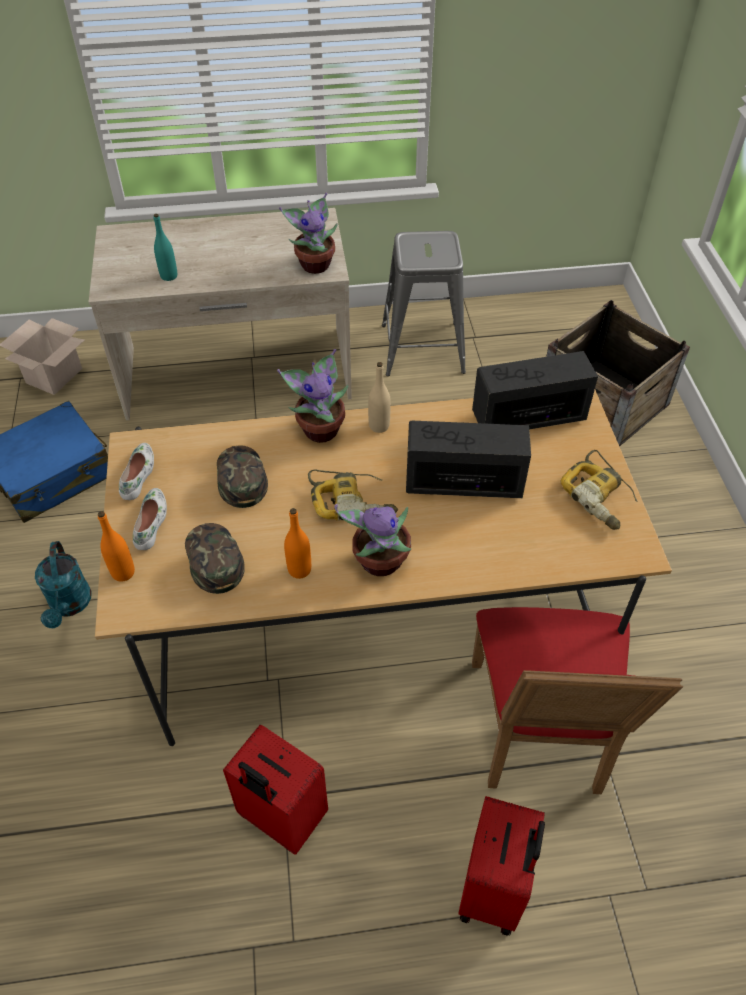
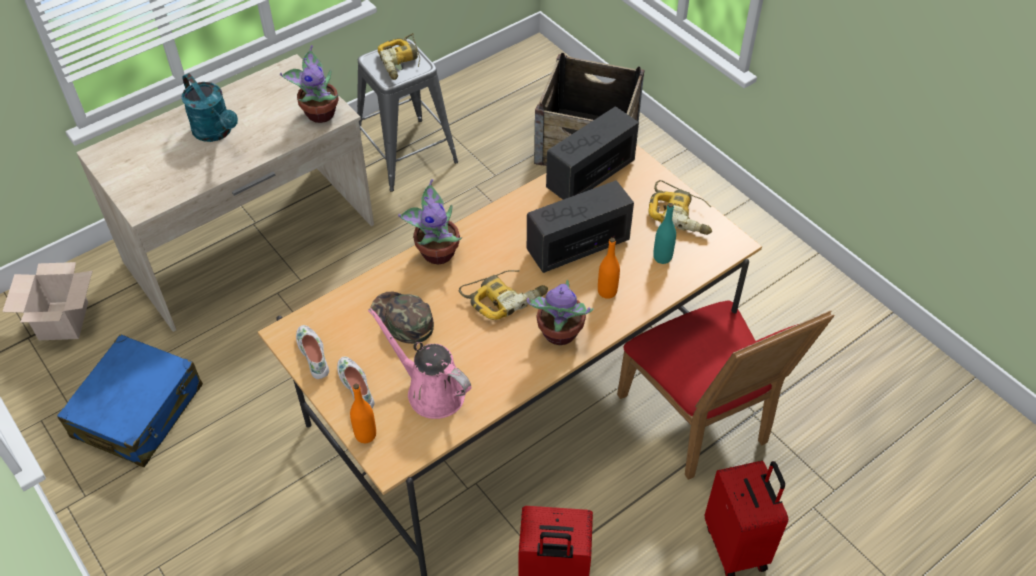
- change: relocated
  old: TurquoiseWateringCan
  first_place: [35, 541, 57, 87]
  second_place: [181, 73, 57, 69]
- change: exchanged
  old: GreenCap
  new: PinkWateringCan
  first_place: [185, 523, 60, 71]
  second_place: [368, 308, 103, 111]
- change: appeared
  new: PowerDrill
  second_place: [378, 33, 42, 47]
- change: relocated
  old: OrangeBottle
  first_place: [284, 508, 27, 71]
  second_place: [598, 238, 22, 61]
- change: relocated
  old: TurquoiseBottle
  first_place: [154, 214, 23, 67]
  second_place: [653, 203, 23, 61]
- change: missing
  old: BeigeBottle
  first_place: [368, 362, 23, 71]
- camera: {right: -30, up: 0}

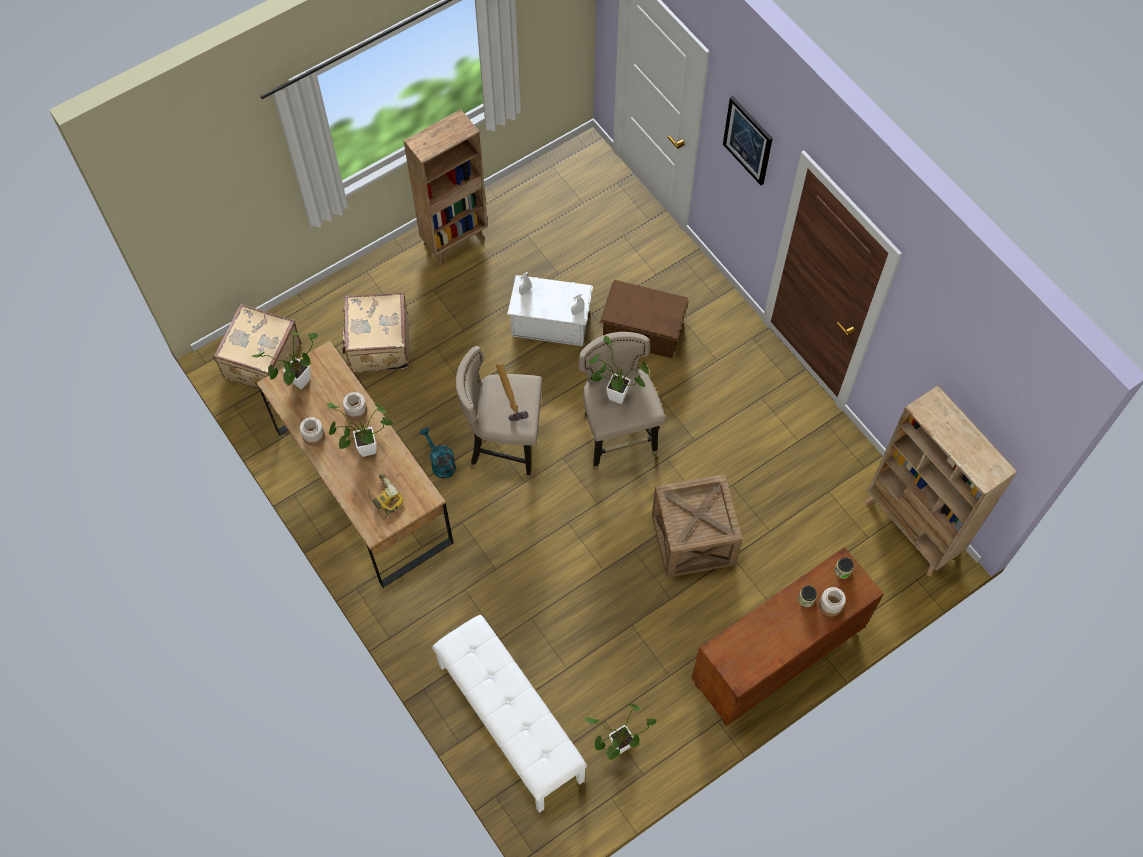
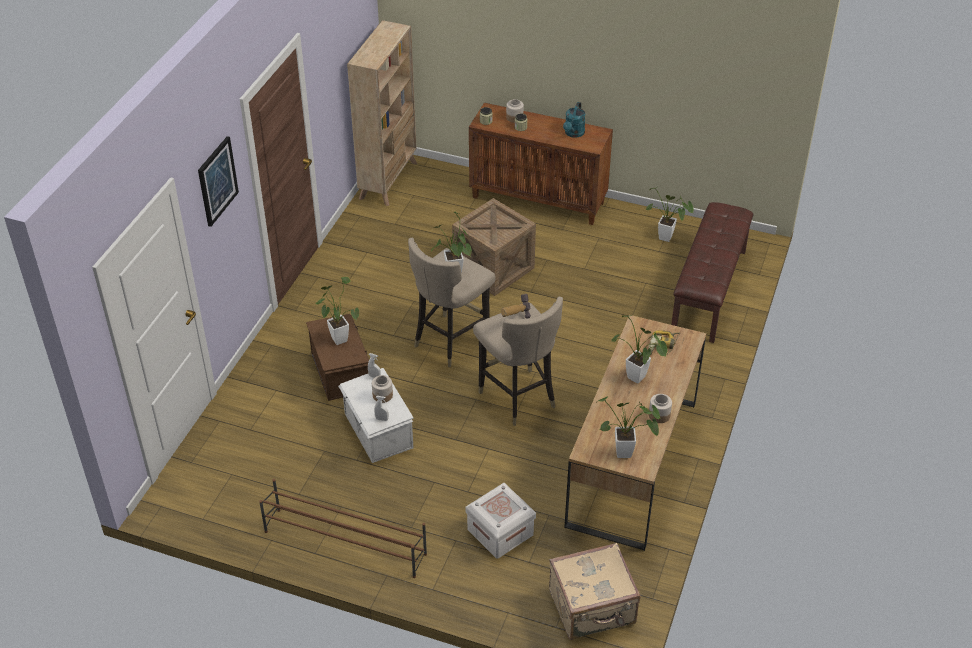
- change: exchanged
  old: BrownBookcase
  new: BrownShoeRack
  first_place: [404, 110, 84, 155]
  second_place: [259, 479, 168, 99]
- change: appeared
  new: PottedPlant
  second_place: [315, 277, 44, 68]
- change: relocated
  old: Jar
  first_place: [343, 392, 24, 29]
  second_place: [372, 375, 21, 28]
- change: exchanged
  old: BeigeSuitcase
  new: WhiteStorageBox
  first_place: [342, 292, 68, 81]
  second_place: [465, 483, 71, 76]
- change: relocated
  old: TurquoiseWateringCan
  first_place: [420, 427, 36, 52]
  second_place: [563, 102, 22, 36]
- change: colour
  old: WhiteBench
  new: BrownBench
  first_place: [432, 615, 155, 198]
  second_place: [671, 202, 82, 141]
- camera: {right: -125, up: -20}

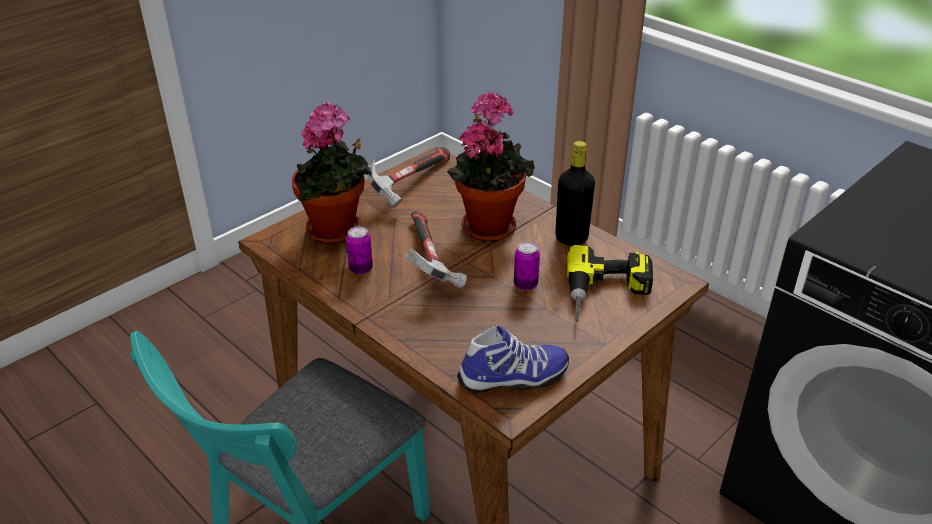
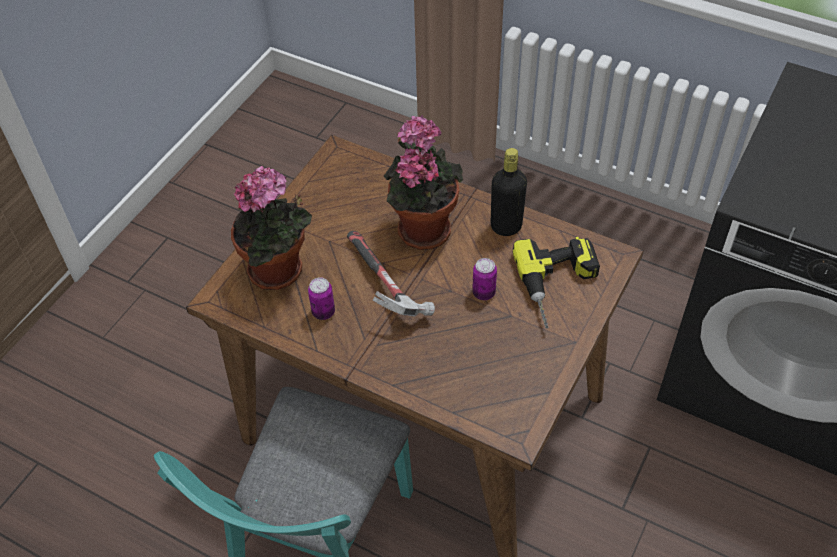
- change: missing
  old: Hammer
  first_place: [368, 147, 82, 61]
- change: missing
  old: Shoe
  first_place: [457, 325, 112, 68]
- camera: {right: -15, up: 15}

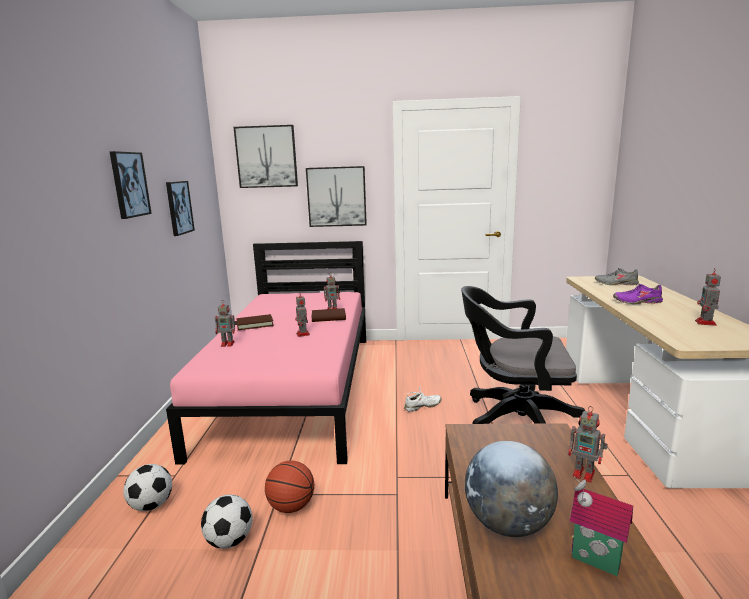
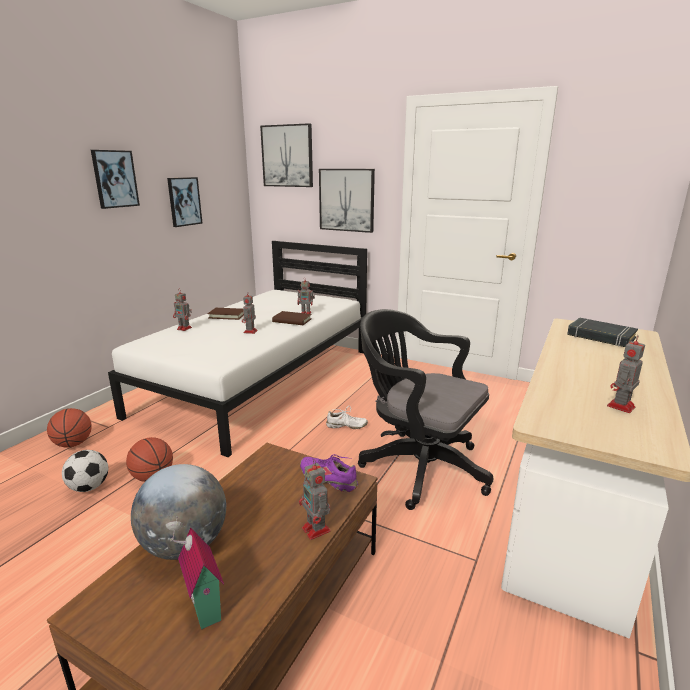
- change: exchanged
  old: Football
  new: Basketball
  first_place: [123, 464, 49, 47]
  second_place: [47, 408, 45, 40]
- change: colour
  old: PinkBed
  new: WhiteBed
  first_place: [166, 241, 200, 223]
  second_place: [108, 241, 259, 216]
- change: relocated
  old: PurpleShoe
  first_place: [613, 284, 50, 20]
  second_place: [300, 454, 58, 38]
- change: exchanged
  old: GreyShoe
  new: BlackBook
  first_place: [595, 268, 44, 17]
  second_place: [567, 318, 71, 29]
- camera: {right: 25, up: 5}

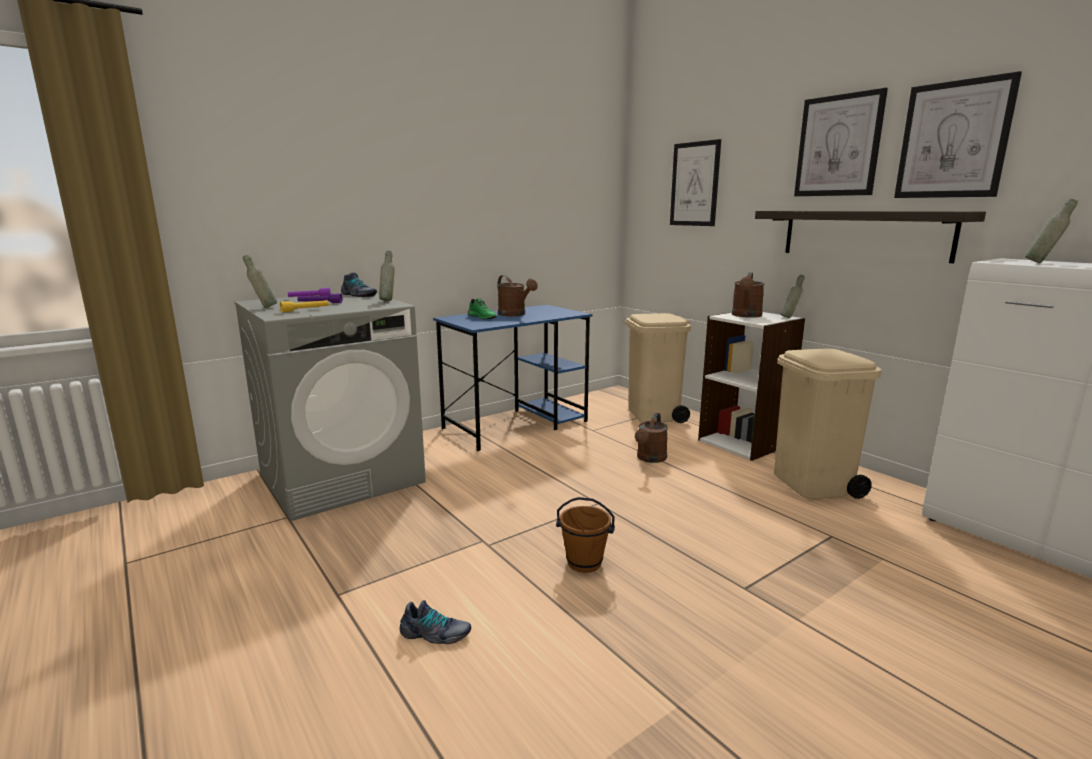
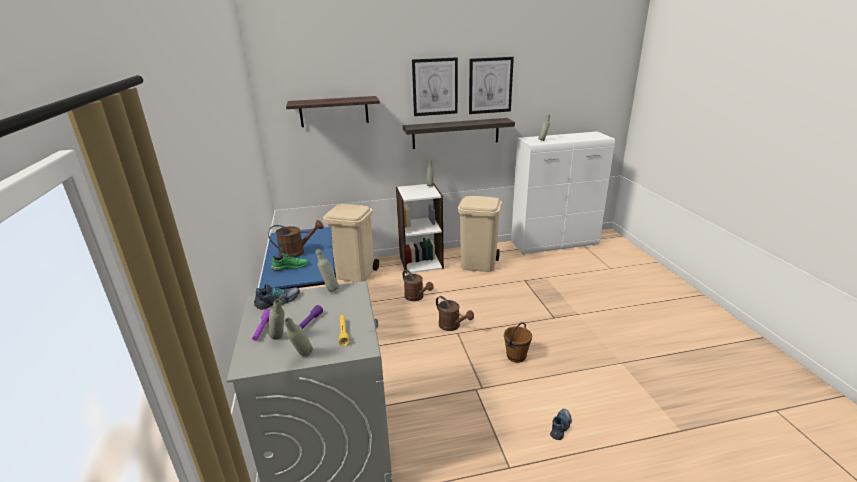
- change: appeared
  new: GreyBottle
  second_place: [269, 299, 16, 41]
- change: exchanged
  old: Picture
  new: Shelf
  first_place: [670, 139, 51, 87]
  second_place: [286, 96, 94, 31]
- change: relocated
  old: BrownWateringCan
  first_place: [732, 272, 33, 46]
  second_place: [436, 296, 38, 35]
- camera: {right: -65, up: 10}

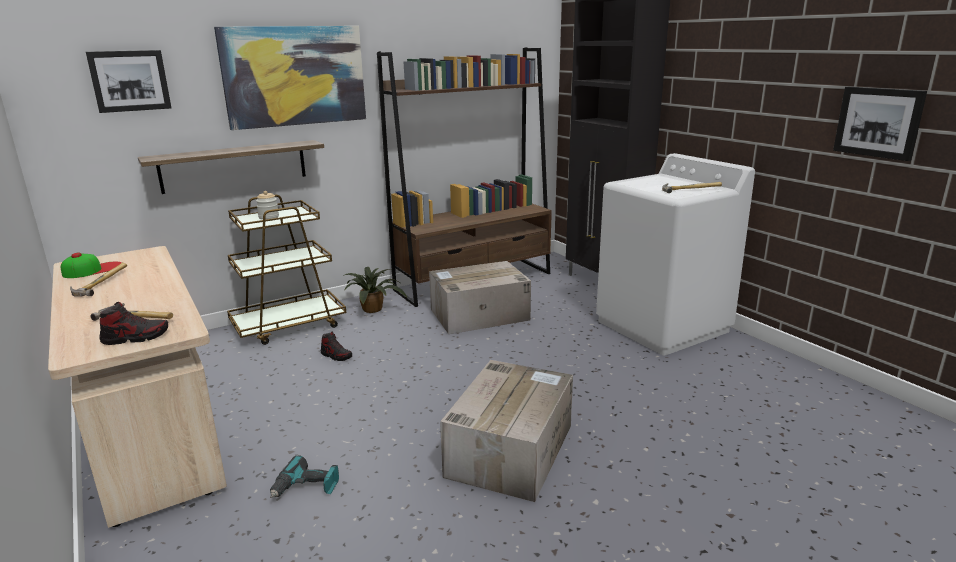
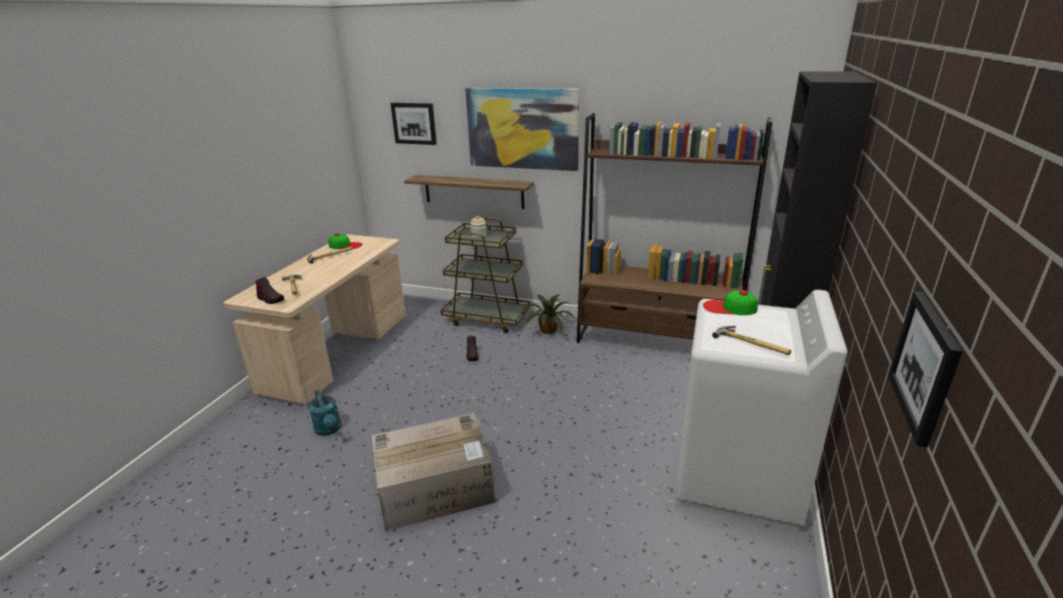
- change: exchanged
  old: PowerDrill
  new: TurquoiseWateringCan
  first_place: [270, 455, 69, 43]
  second_place: [309, 390, 32, 46]
- change: appeared
  new: Cap
  second_place: [703, 290, 55, 25]
- change: missing
  old: CardboardBox
  first_place: [429, 261, 102, 73]
- camera: {right: 50, up: 5}

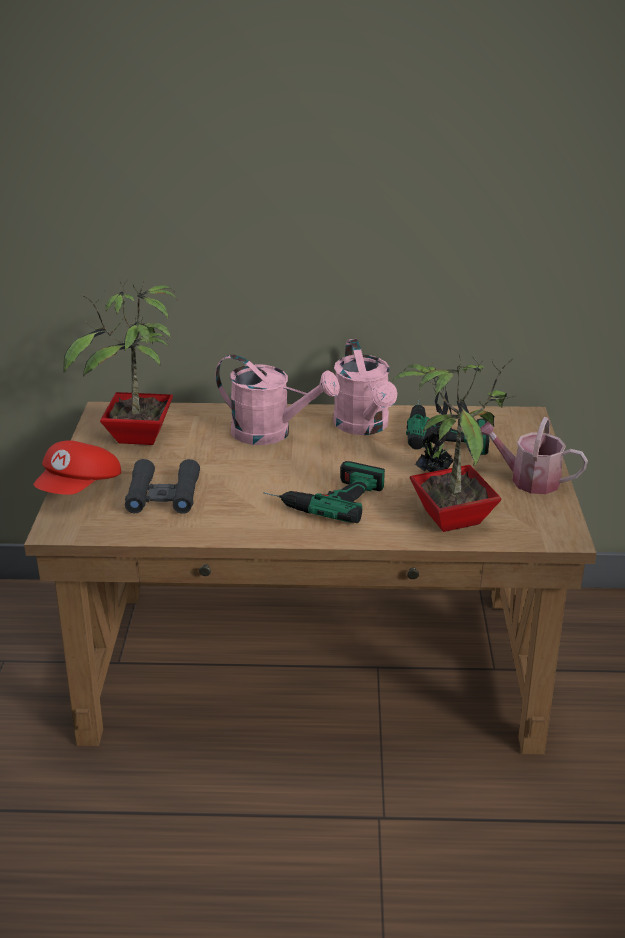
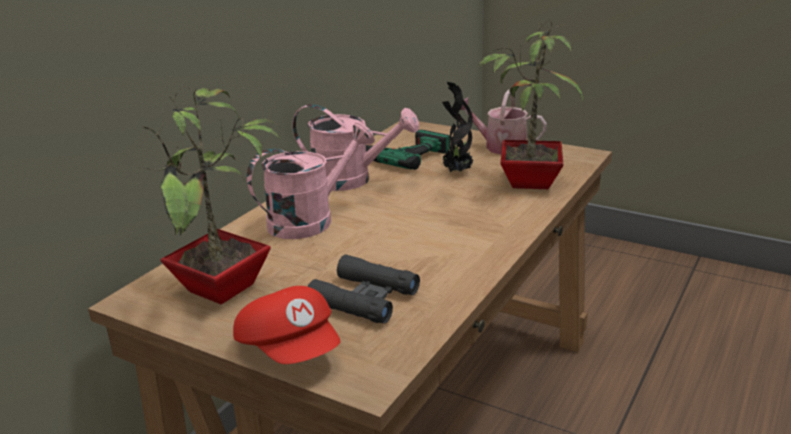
- change: spun
  old: WateringCan
  first_place: [480, 417, 108, 77]
  second_place: [460, 89, 87, 66]
  degrees: 60
- change: missing
  old: PowerDrill
  first_place: [264, 461, 121, 62]
- camera: {right: -60, up: -5}

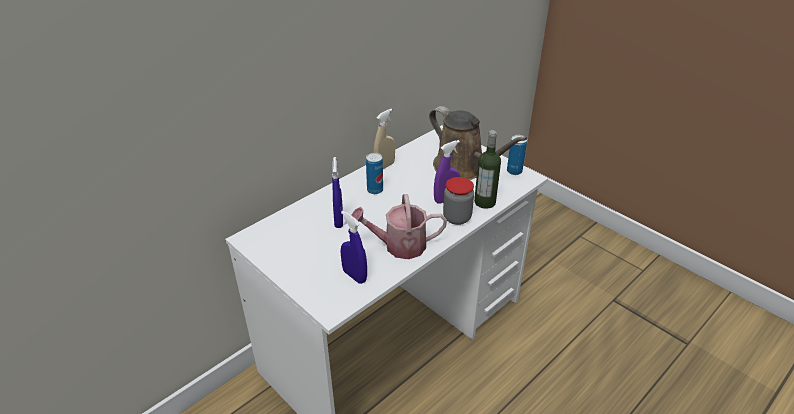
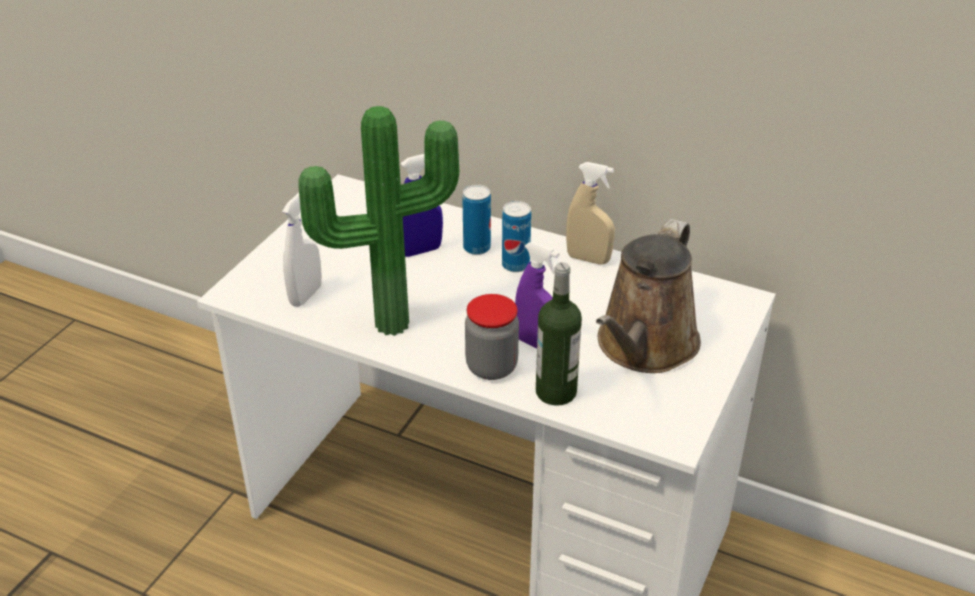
- change: colour
  old: BlueSprayBottle
  new: WhiteSprayBottle
  first_place: [341, 211, 26, 73]
  second_place: [282, 193, 40, 114]
- change: exchanged
  old: WateringCan
  new: PottedPlant
  first_place: [351, 194, 96, 65]
  second_place: [298, 106, 161, 230]
- change: relocated
  old: Can
  first_place: [507, 135, 20, 40]
  second_place: [462, 184, 29, 71]
- camera: {right: 70, up: 0}

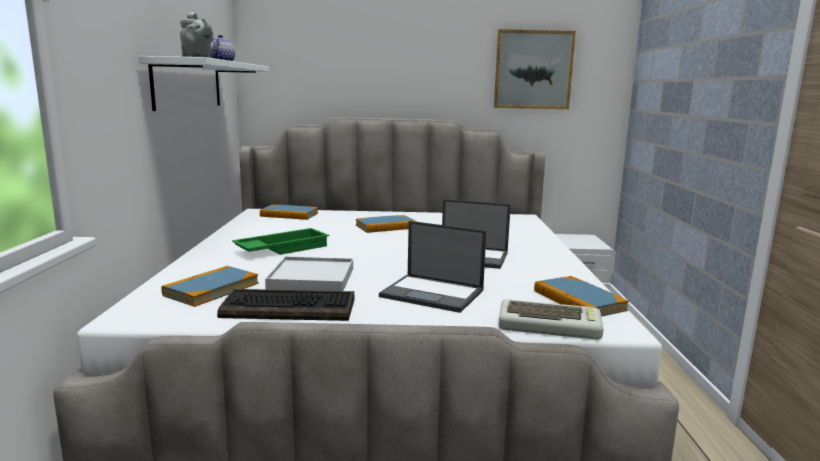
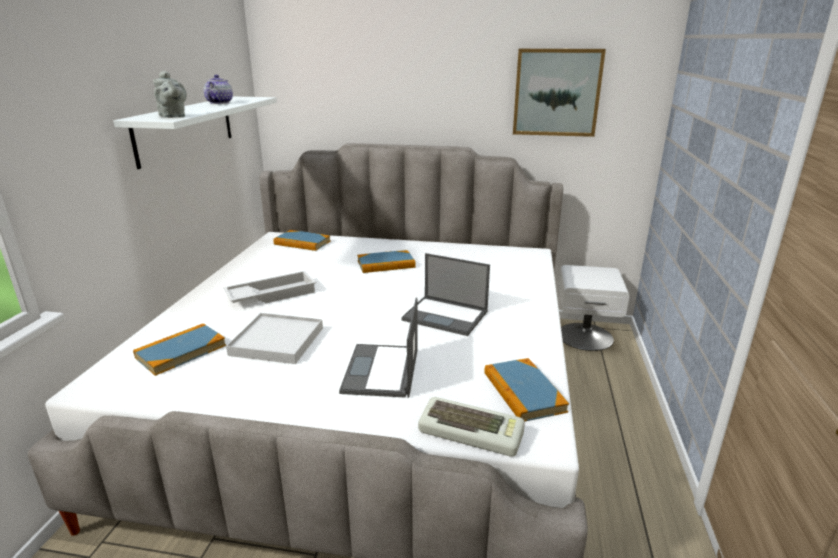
- change: colour
  old: GreenTray
  new: WhiteTray
  first_place: [232, 228, 97, 27]
  second_place: [223, 271, 93, 33]
- change: spun
  old: Laptop
  first_place: [379, 221, 107, 92]
  second_place: [339, 298, 79, 100]
  degrees: 60
- change: missing
  old: Keyboard
  first_place: [217, 289, 137, 32]
- camera: {right: 10, up: 10}

